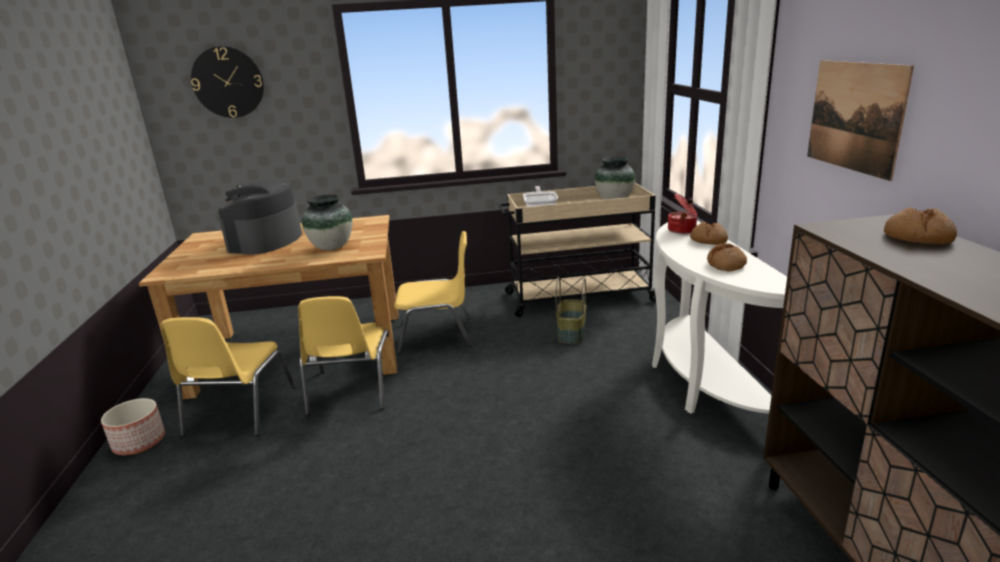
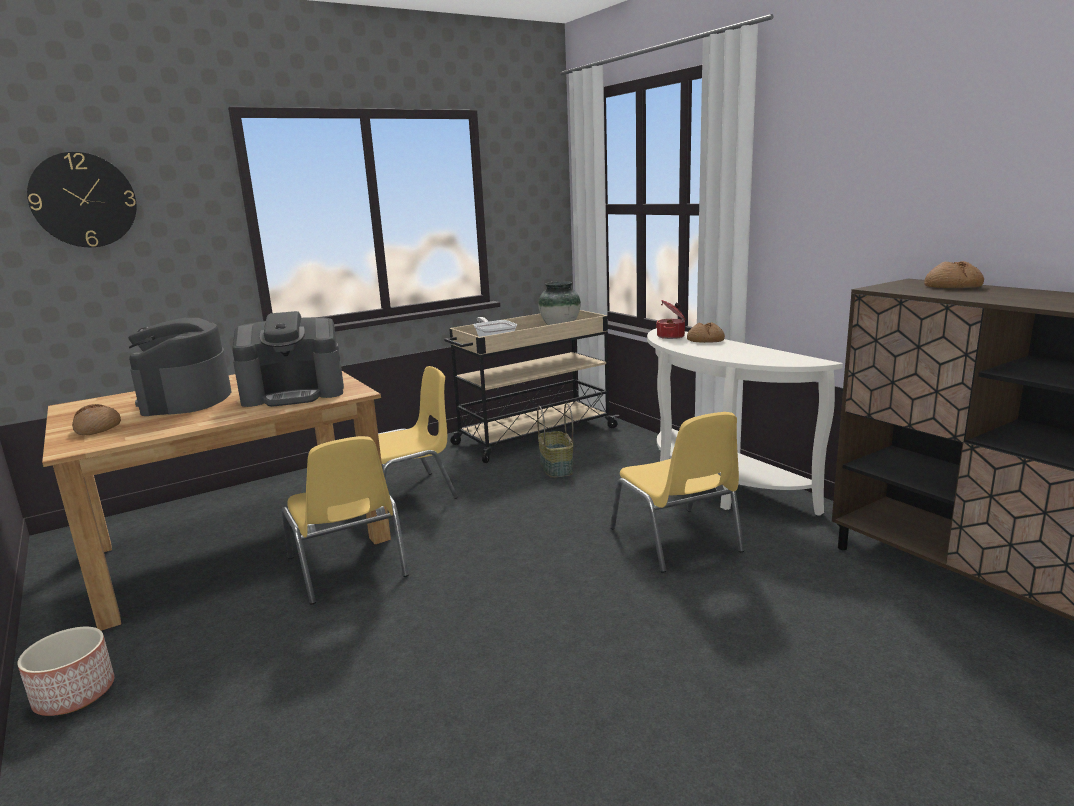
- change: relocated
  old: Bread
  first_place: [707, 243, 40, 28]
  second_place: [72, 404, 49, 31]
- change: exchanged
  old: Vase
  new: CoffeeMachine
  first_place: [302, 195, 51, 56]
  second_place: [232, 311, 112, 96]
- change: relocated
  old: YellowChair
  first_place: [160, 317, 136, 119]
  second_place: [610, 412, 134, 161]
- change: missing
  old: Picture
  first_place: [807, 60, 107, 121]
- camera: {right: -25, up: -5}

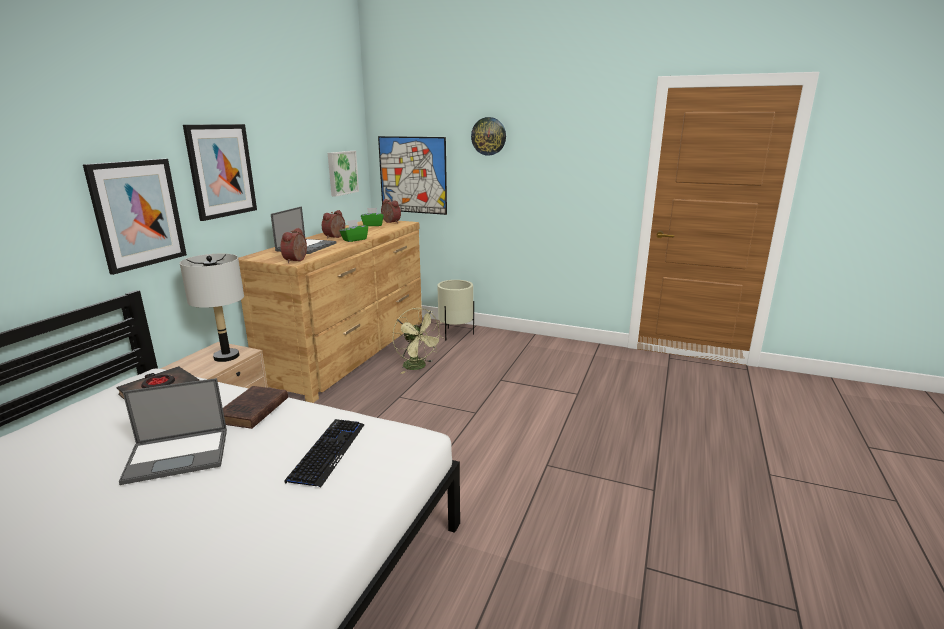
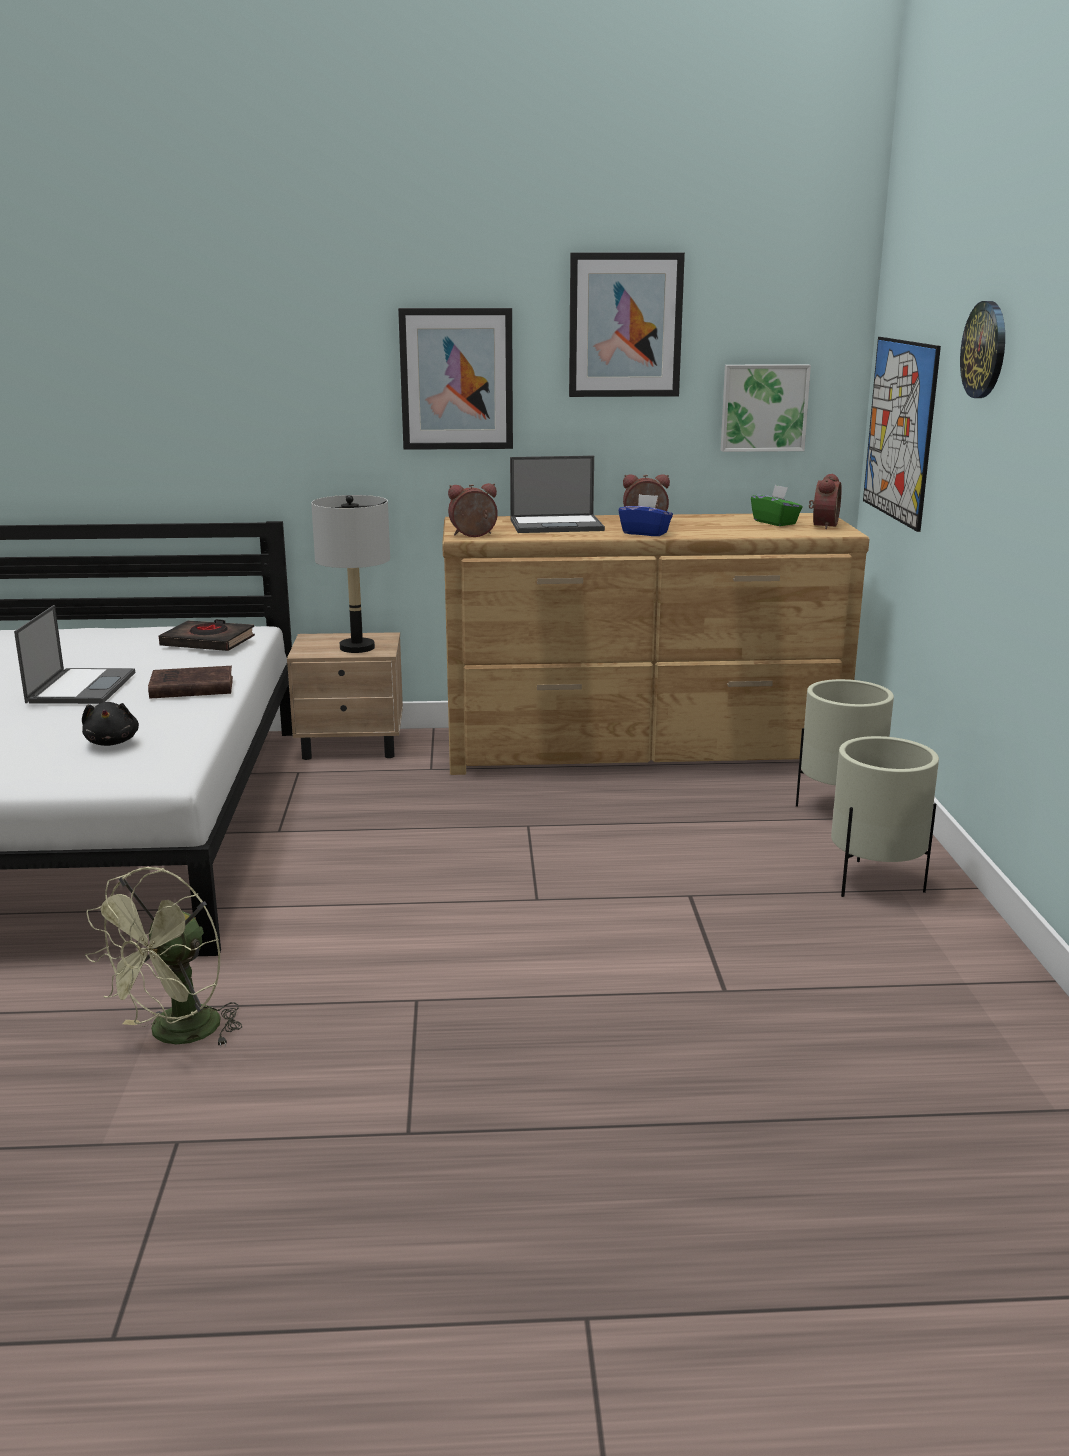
- change: spun
  old: Laptop
  first_place: [119, 378, 108, 107]
  second_place: [14, 605, 121, 99]
  degrees: -135
- change: exchanged
  old: Keyboard
  new: BlackPlushToy
  first_place: [285, 419, 80, 68]
  second_place: [82, 702, 57, 44]
- change: relocated
  old: GreenFan
  first_place: [393, 308, 50, 66]
  second_place: [85, 867, 157, 179]
- change: relocated
  old: Picture
  first_place: [83, 159, 104, 116]
  second_place: [569, 252, 116, 145]
- change: colour
  old: GreenTissueBox
  new: BlueTissueBox
  first_place: [339, 220, 29, 22]
  second_place: [618, 494, 55, 42]
- change: appeared
  new: BeigePlanter
  second_place: [831, 736, 108, 161]
- camera: {right: 65, up: 0}

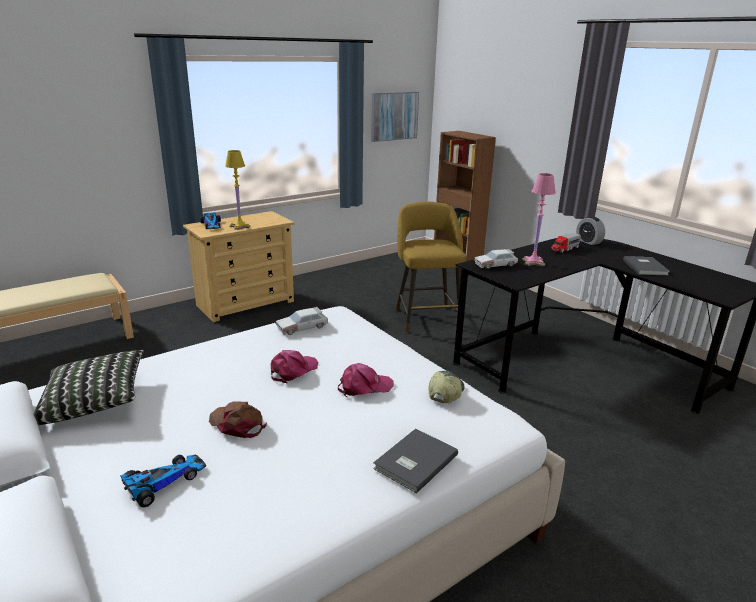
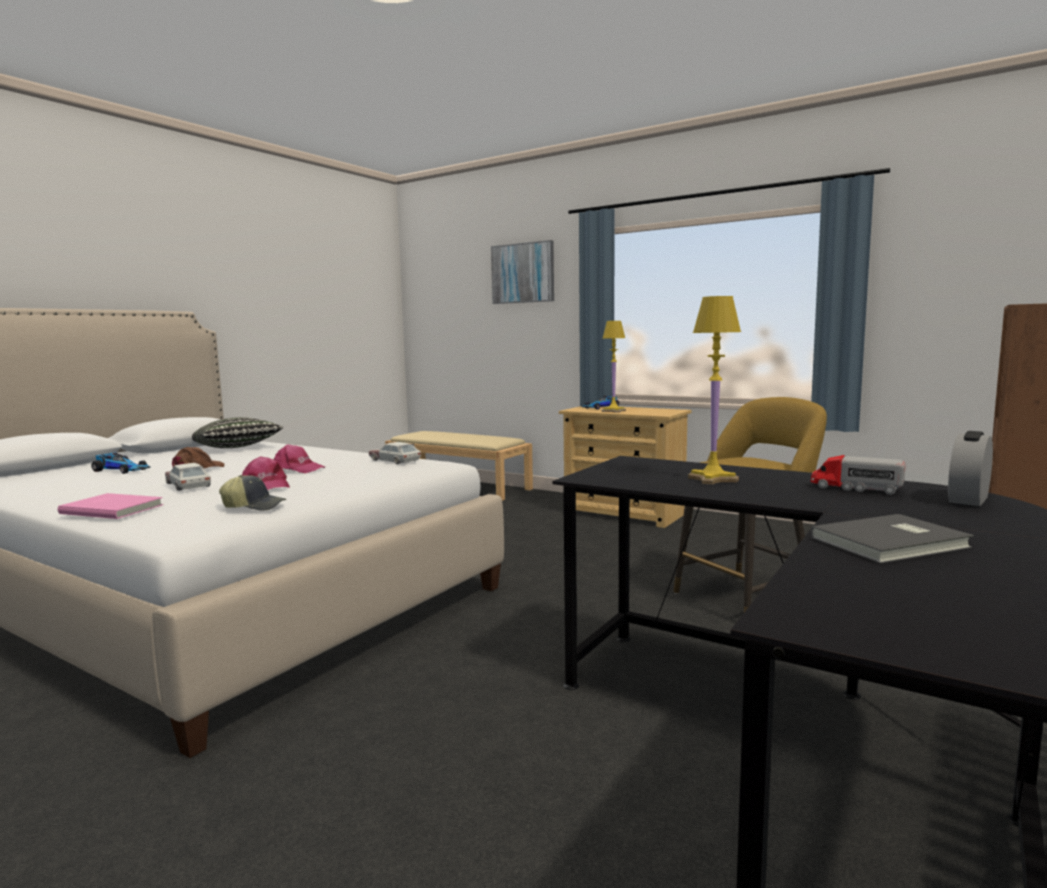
- change: colour
  old: GreyBook
  new: PinkBook
  first_place: [373, 429, 85, 64]
  second_place: [58, 493, 106, 26]
- change: relocated
  old: ToyCar
  first_place: [474, 249, 44, 20]
  second_place: [165, 463, 46, 28]
- change: relocated
  old: Picture
  first_place: [371, 92, 48, 50]
  second_place: [491, 240, 63, 64]
- change: colour
  old: PinkTableLamp
  new: YellowTableLamp
  first_place: [522, 173, 34, 93]
  second_place: [688, 296, 53, 189]
- camera: {right: 70, up: -15}

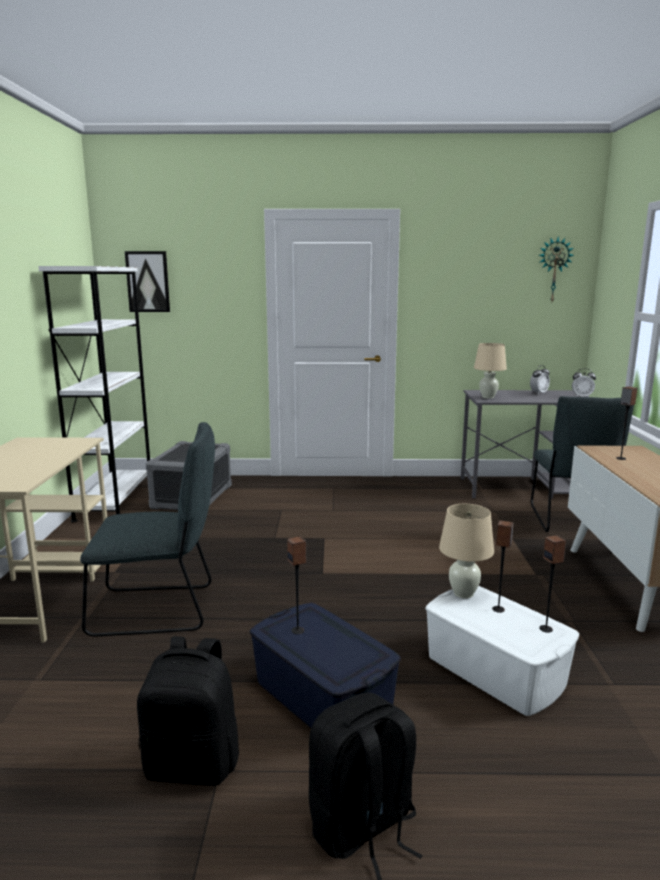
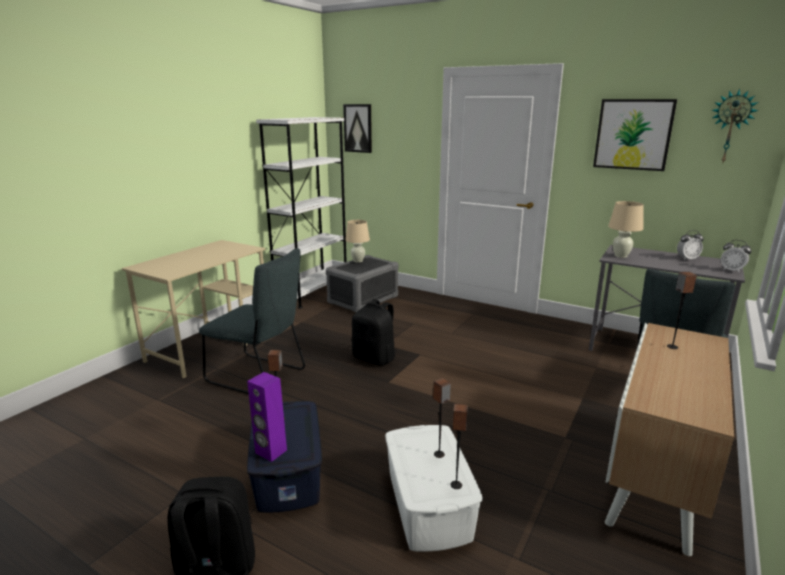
- change: appeared
  new: PurpleSpeaker
  second_place: [247, 372, 40, 90]
- change: relocated
  old: BeigeTableLamp
  first_place: [439, 504, 55, 94]
  second_place: [345, 220, 25, 43]
- change: relocated
  old: BlackBackpack
  first_place: [137, 636, 102, 150]
  second_place: [352, 299, 45, 67]
- change: appeared
  new: Picture
  second_place: [593, 99, 84, 72]
- camera: {right: 30, up: 5}

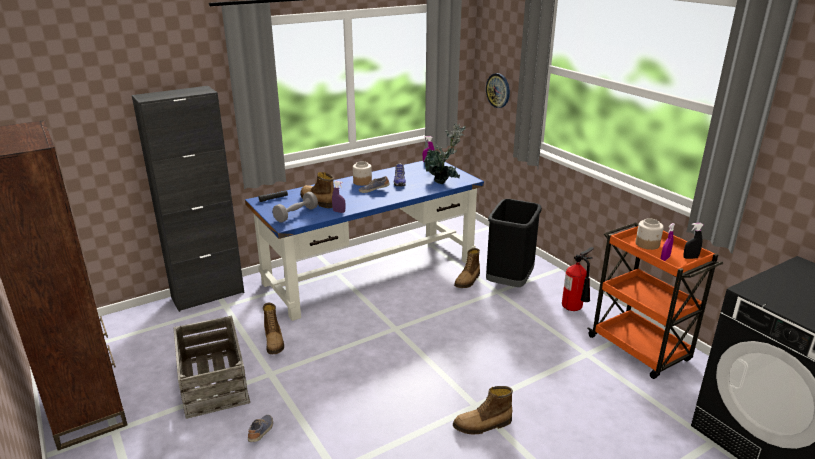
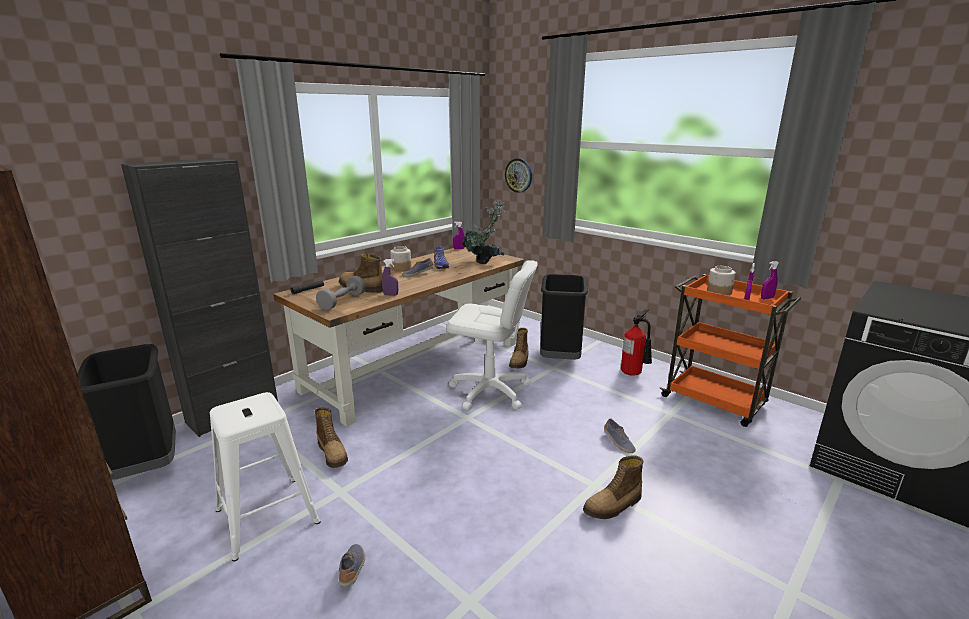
- change: appeared
  new: BlackTrashCan
  second_place: [77, 344, 99, 136]
- change: exchanged
  old: Crate
  new: WhiteStool
  first_place: [173, 316, 77, 103]
  second_place: [210, 392, 111, 170]
- change: colour
  old: BlueDesk
  new: BrownDesk
  first_place: [245, 161, 239, 160]
  second_place: [273, 247, 251, 180]
- change: appeared
  new: WhiteOfficeChair
  second_place: [447, 260, 91, 151]
- change: appeared
  new: Shoe
  second_place: [604, 418, 32, 35]
- change: colour
  old: BlackSprayBottle
  new: PurpleSprayBottle
  first_place: [683, 223, 20, 36]
  second_place: [761, 261, 18, 38]
- camera: {right: -15, up: -5}

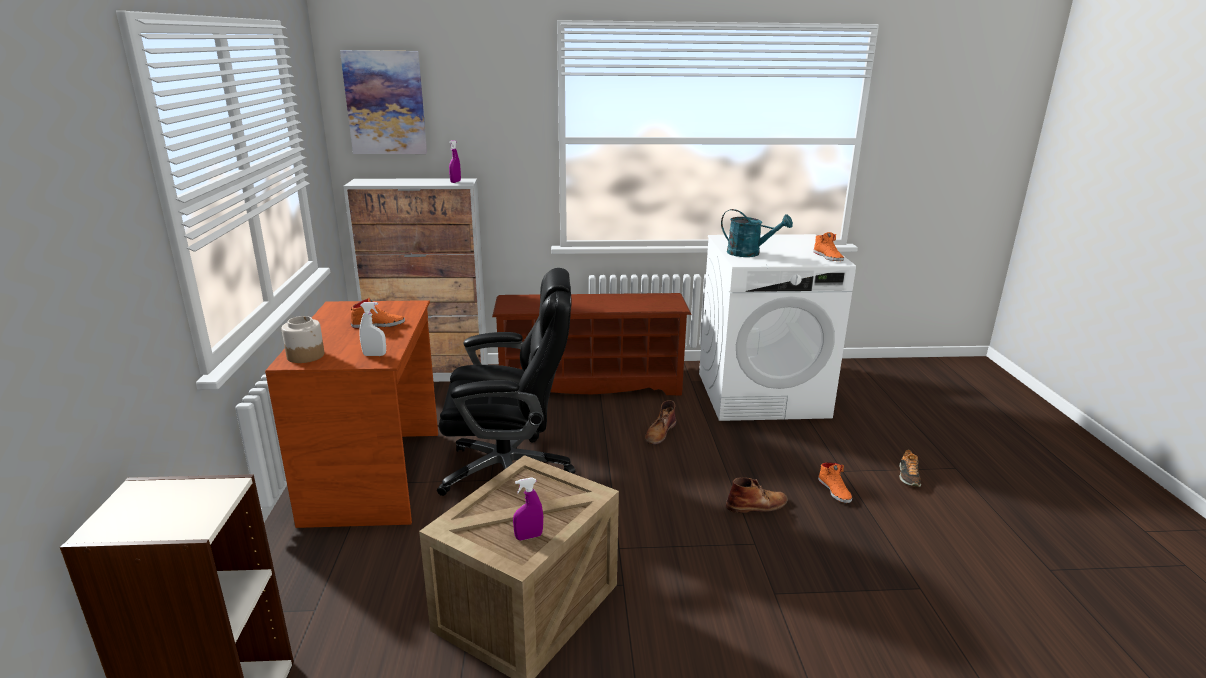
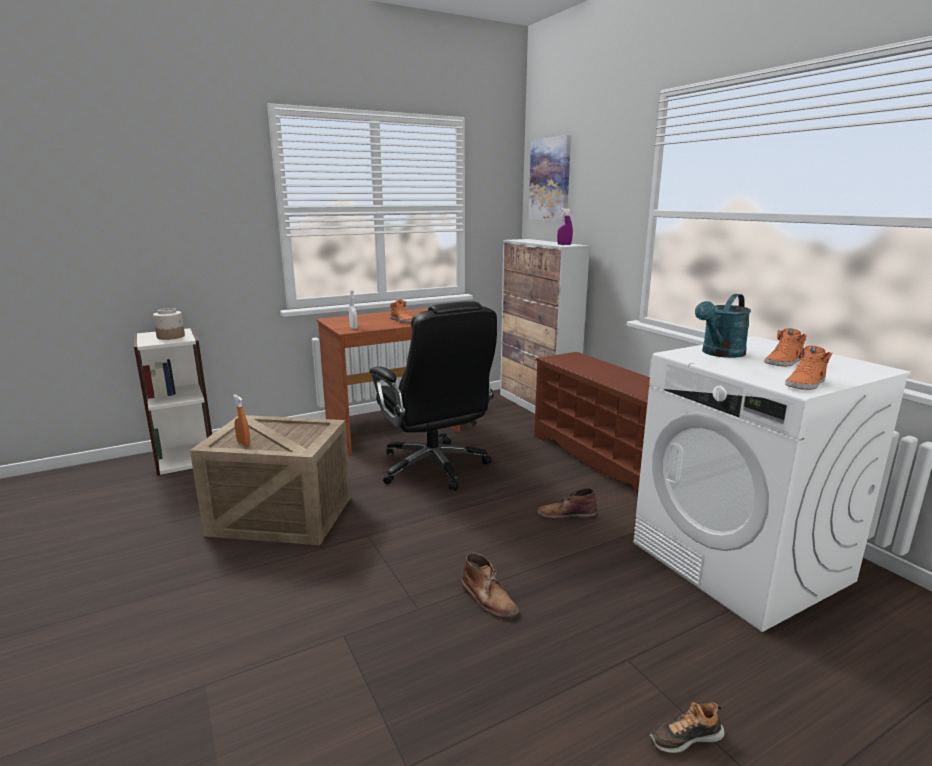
- change: relocated
  old: Jar
  first_place: [281, 316, 43, 47]
  second_place: [153, 308, 32, 32]
- change: colour
  old: PurpleSprayBottle
  new: OrangeSprayBottle
  first_place: [513, 477, 30, 63]
  second_place: [233, 395, 17, 51]
- change: spun
  old: TurquoiseWateringCan
  first_place: [721, 209, 72, 48]
  second_place: [695, 294, 56, 64]
  degrees: 45
- change: relocated
  old: OrangeShoe
  first_place: [818, 462, 34, 41]
  second_place: [764, 328, 43, 39]
- camera: {right: 65, up: -5}

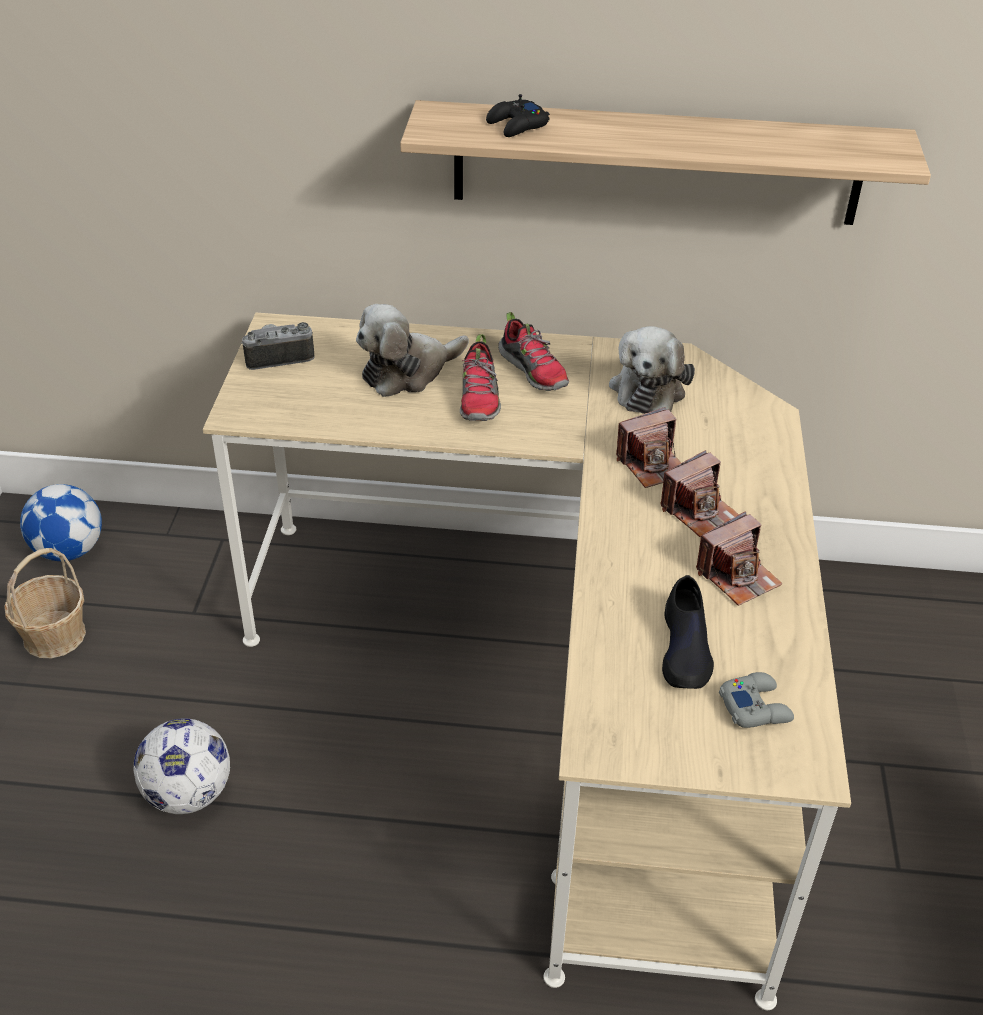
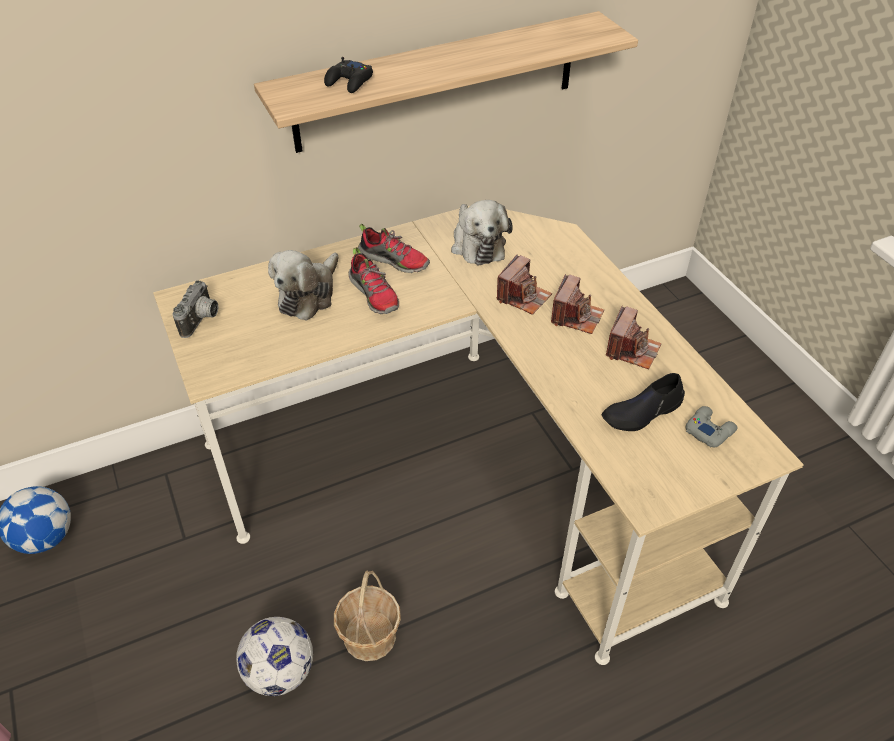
- change: spun
  old: PhotoCamera
  first_place: [241, 322, 74, 48]
  second_place: [172, 280, 47, 58]
  degrees: 150
- change: relocated
  old: Basket
  first_place: [4, 548, 82, 110]
  second_place: [334, 571, 67, 90]
- change: spun
  old: BlackShoe
  first_place: [662, 575, 52, 114]
  second_place: [602, 373, 83, 58]
  degrees: 90
- camera: {right: -30, up: 5}

